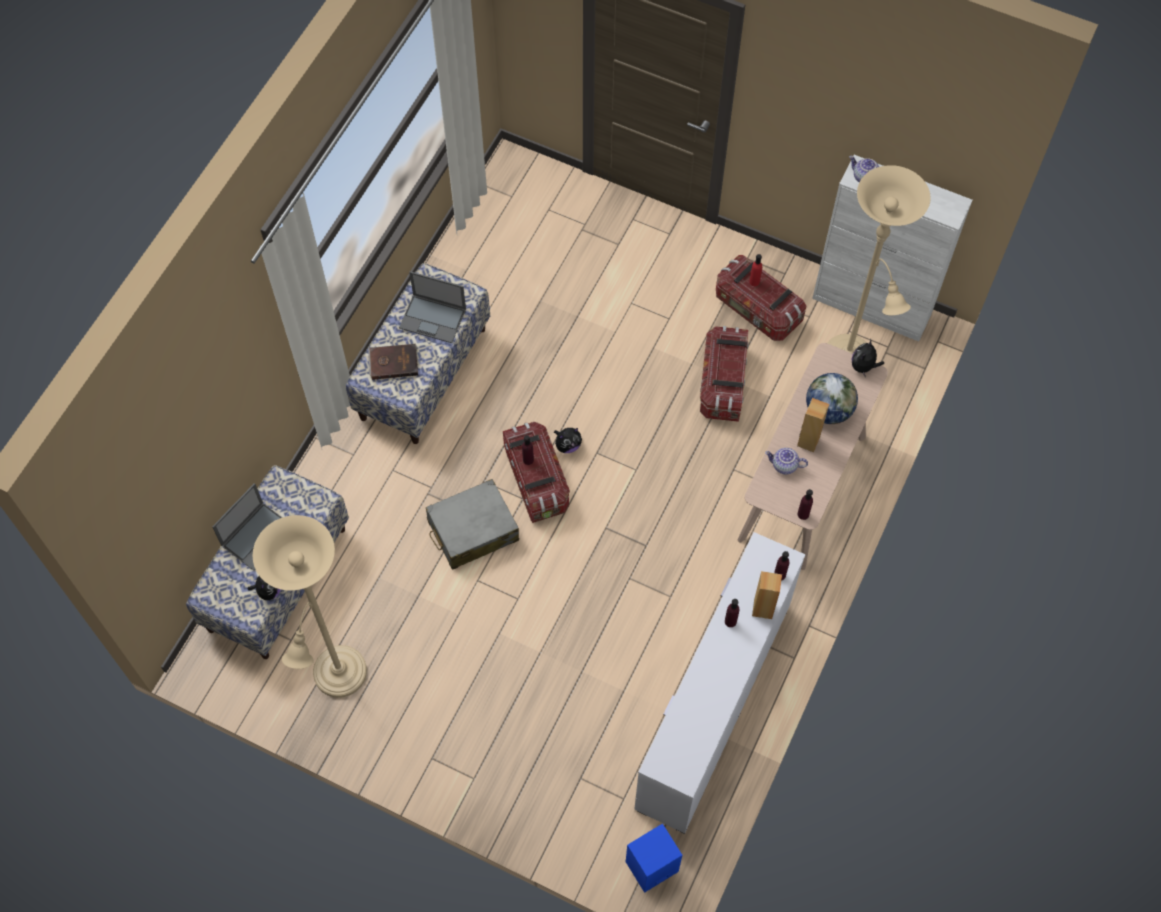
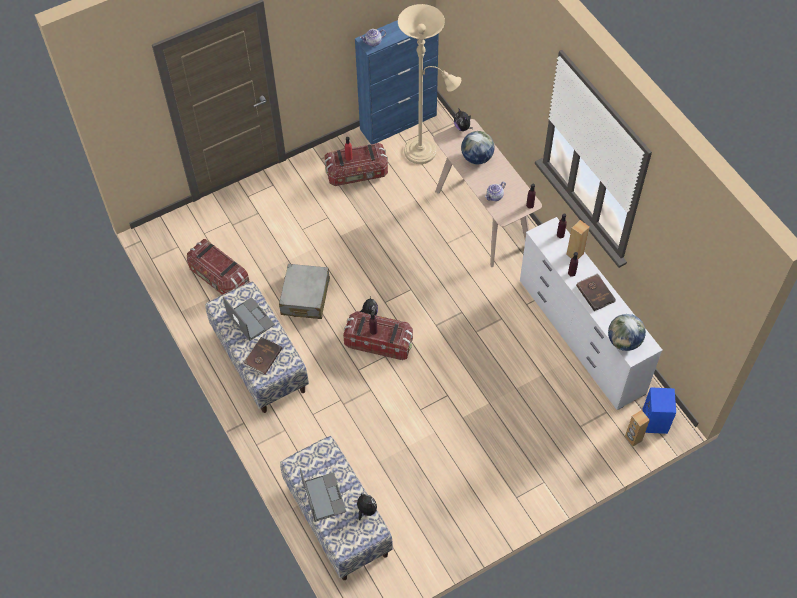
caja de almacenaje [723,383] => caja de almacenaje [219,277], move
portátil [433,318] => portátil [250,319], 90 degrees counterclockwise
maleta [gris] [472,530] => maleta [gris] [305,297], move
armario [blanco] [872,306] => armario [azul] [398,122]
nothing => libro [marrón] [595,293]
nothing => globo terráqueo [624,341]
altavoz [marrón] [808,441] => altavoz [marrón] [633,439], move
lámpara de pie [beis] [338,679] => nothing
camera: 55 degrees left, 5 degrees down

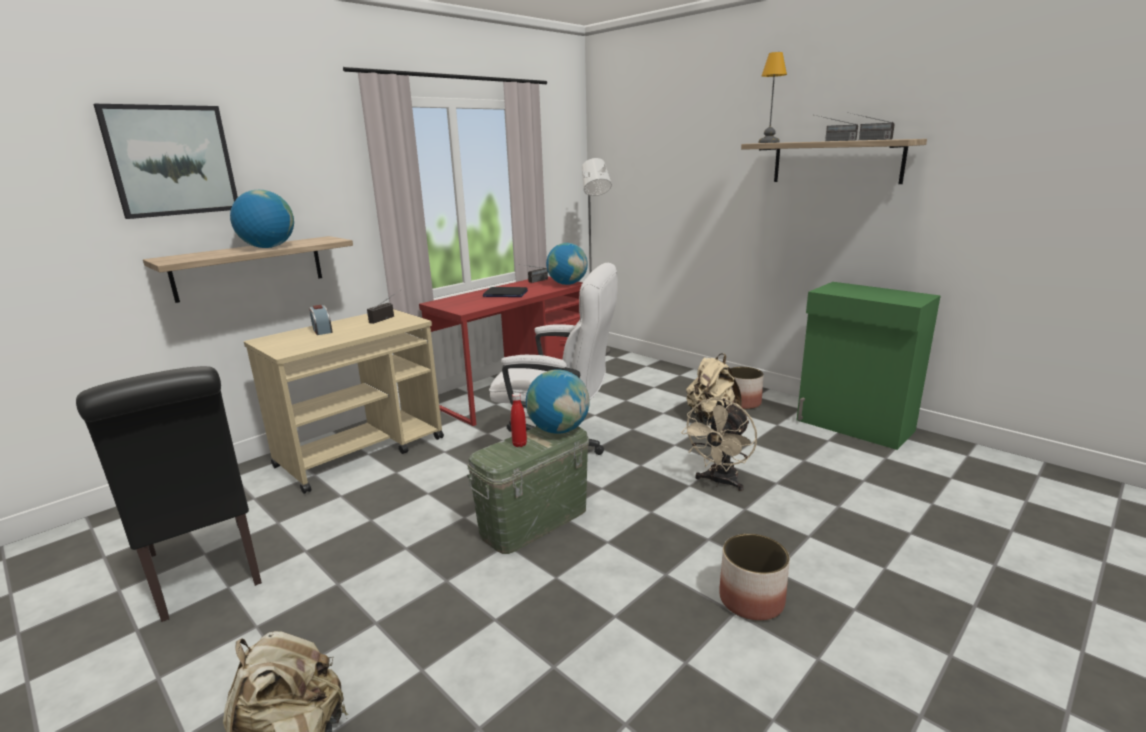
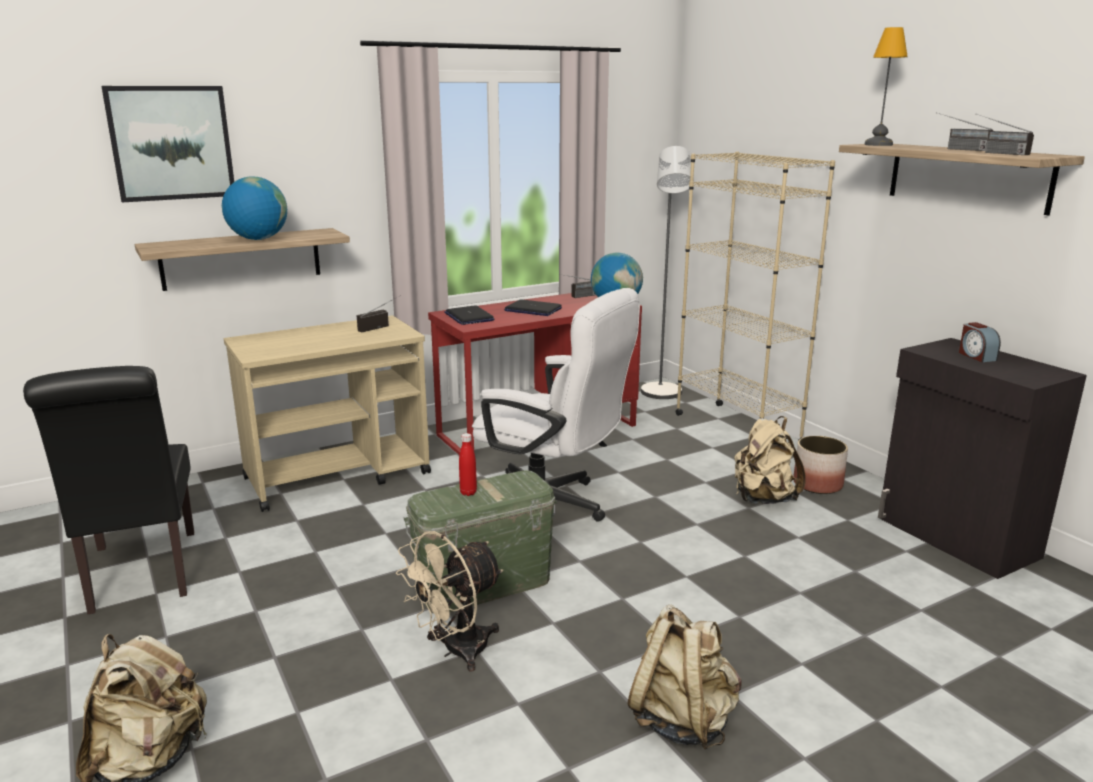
ventilador [beis] [719,482] => ventilador [beis] [456,651], move
nothing => portátil [469,317]
maceta [750,600] => mochila [beis] [682,720]
nothing => estantería [beis] [737,428]
armario [verde] [854,426] => armario [negro] [956,538]
despertador [322,330] => despertador [976,356], move
globo terráqueo [559,430] => nothing
camera: 15 degrees right, 0 degrees up

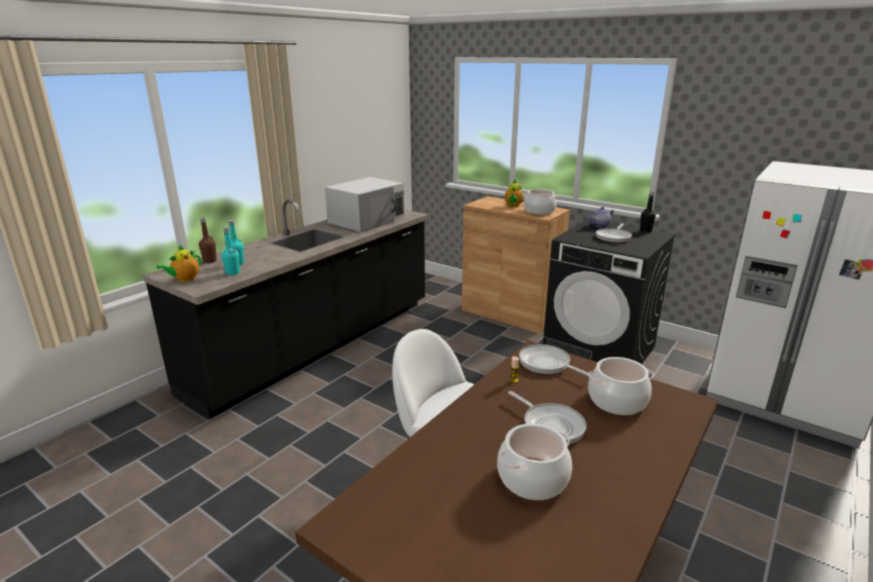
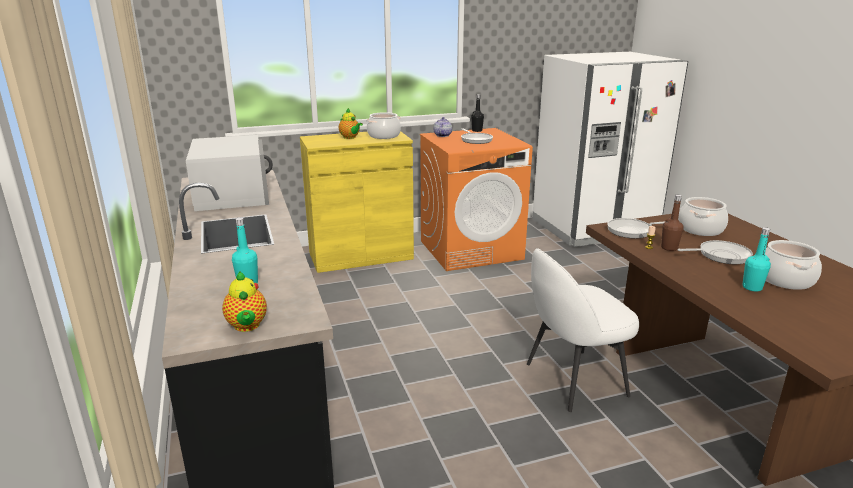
armario [marrón] [509,313] => armario [amarillo] [361,256]
lavadora [negro] [599,350] => lavadora [naranja] [471,250]
botella [marrón] [210,261] => botella [marrón] [669,248], move
botella [turquesa] [233,273] => botella [turquesa] [752,287], move
camera: 55 degrees left, 0 degrees up

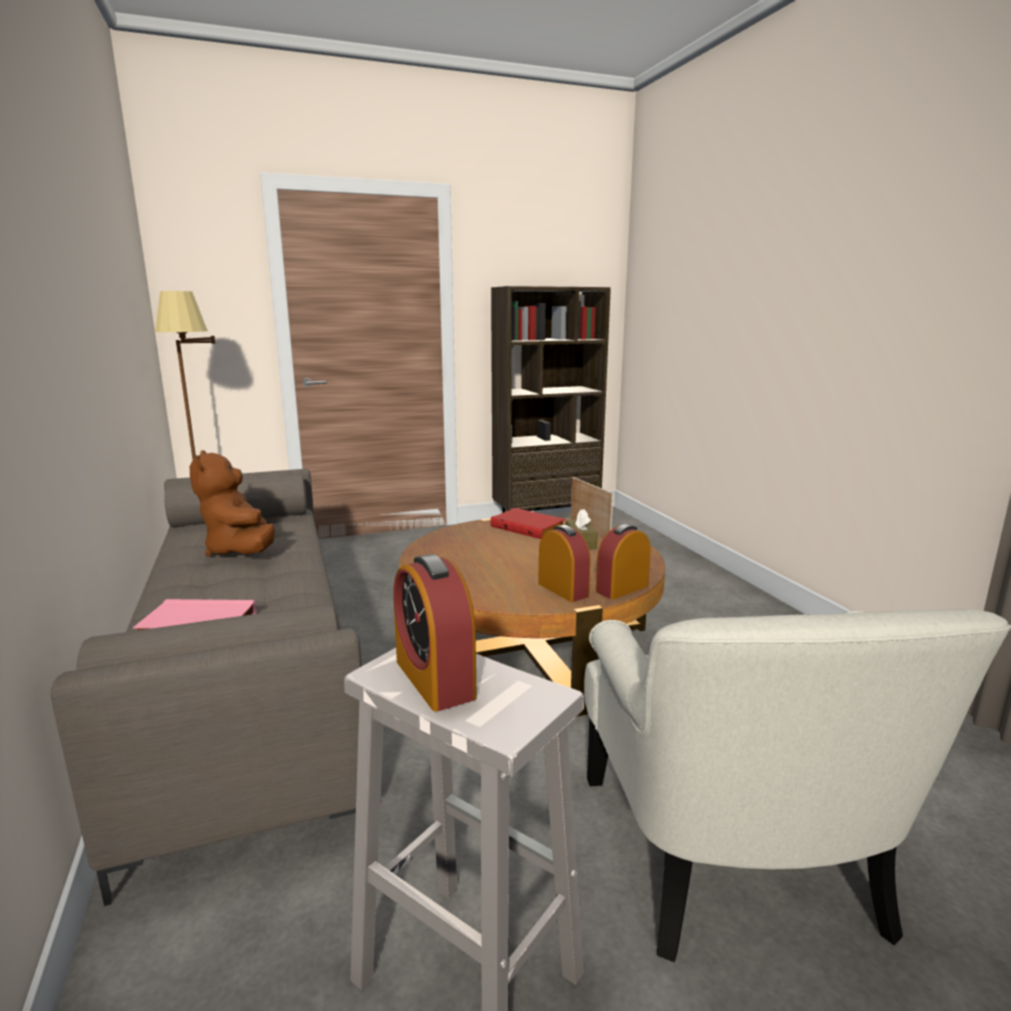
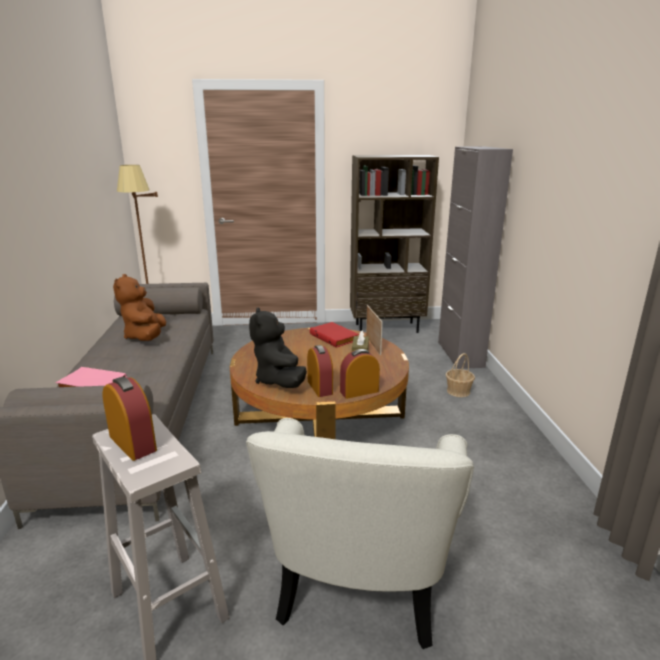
despertador [434,679] => despertador [132,443], 150 degrees clockwise
nothing => peluche [negro] [279,380]
nothing => armario [gris] [460,354]
nothing => cesta [458,391]
camera: 15 degrees right, 5 degrees up

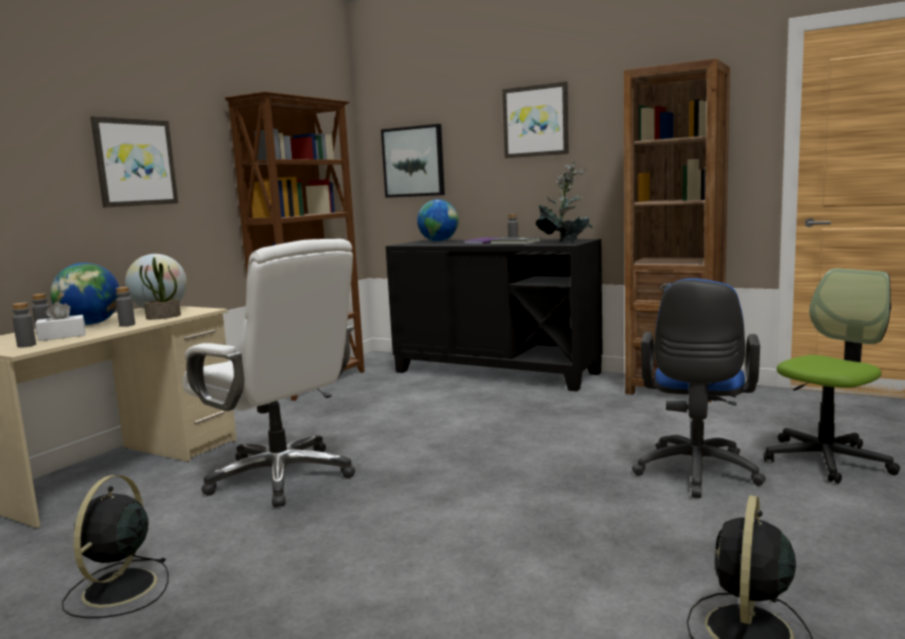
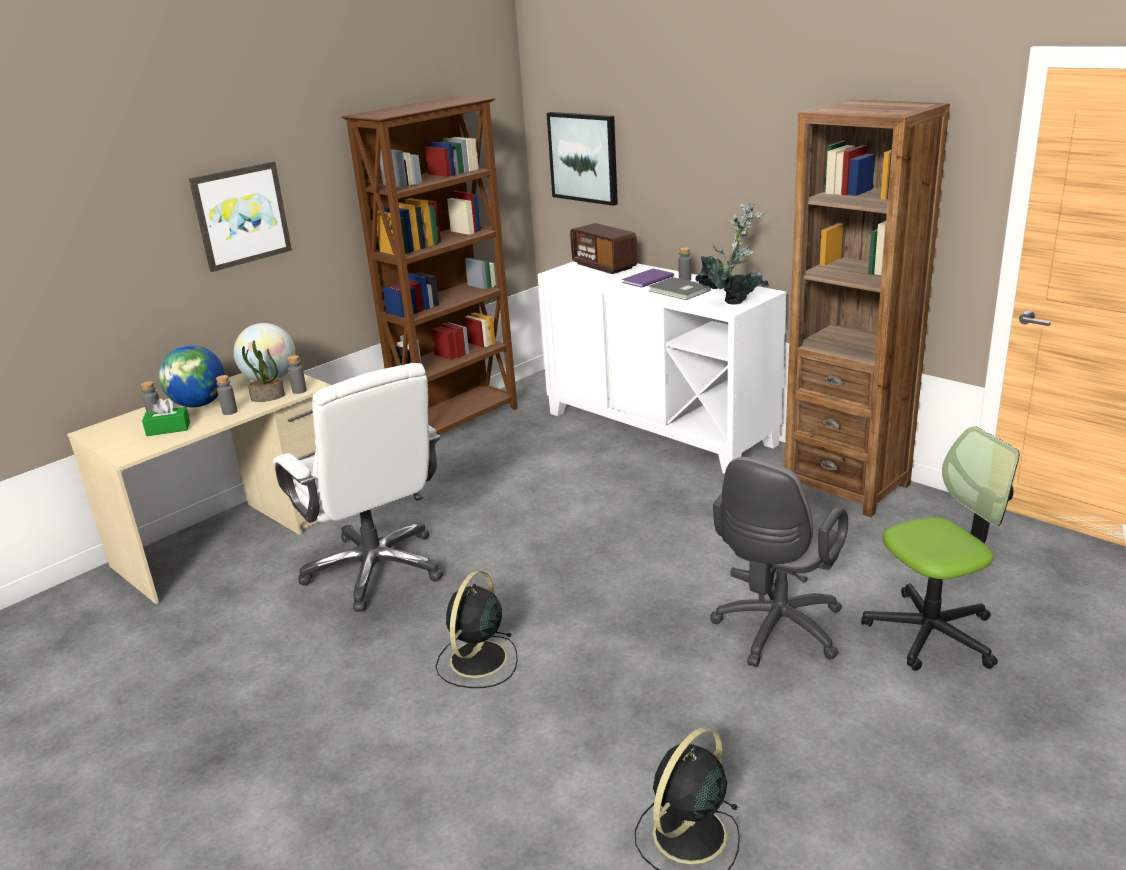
caja de pañuelos [blanco] [62,336] => caja de pañuelos [verde] [168,429]
botella [gris] [26,345] => botella [gris] [299,391], move
ventilador [negro] [118,590] => ventilador [negro] [477,661], move
armario [negro] [496,372] => armario [blanco] [659,428]
globo terráqueo [439,241] => radio [604,266]
silla de oficina [azul] [696,474] => silla de oficina [gris] [775,632]
cuadro [536,121] => nothing
camera: 15 degrees right, 15 degrees up

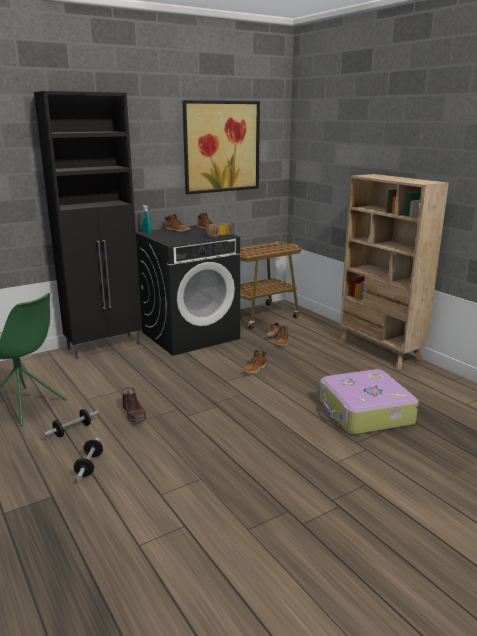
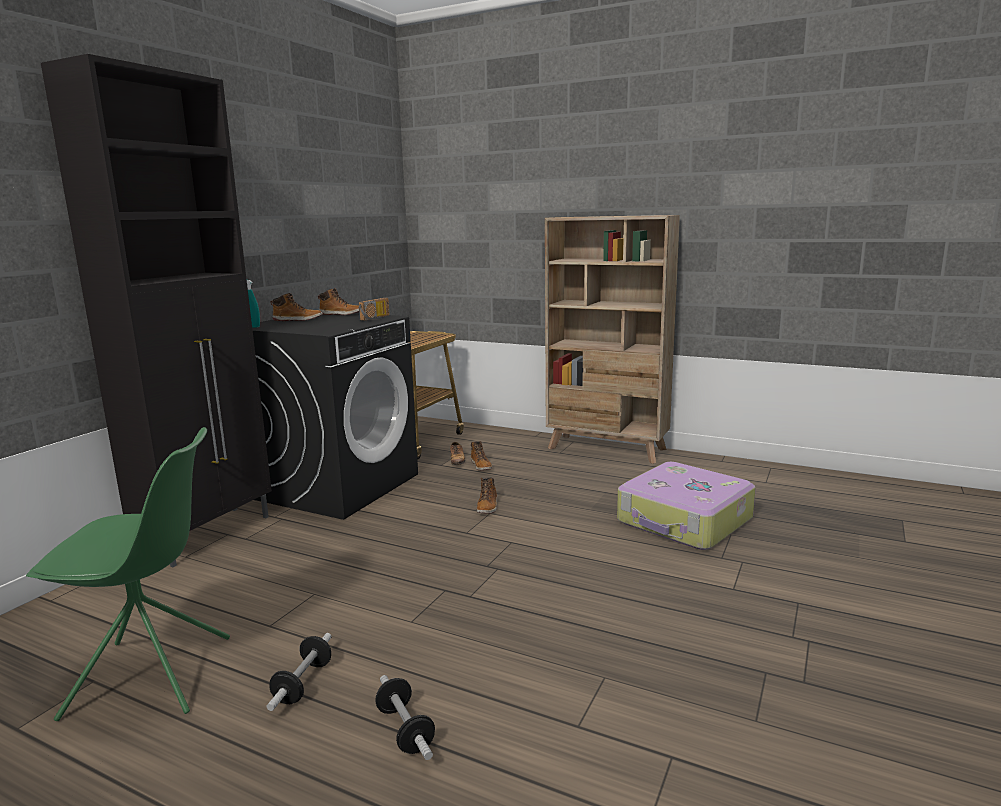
bota [marrón] [134,413] => nothing
cuadro [221,147] => nothing
camera: 30 degrees left, 5 degrees down

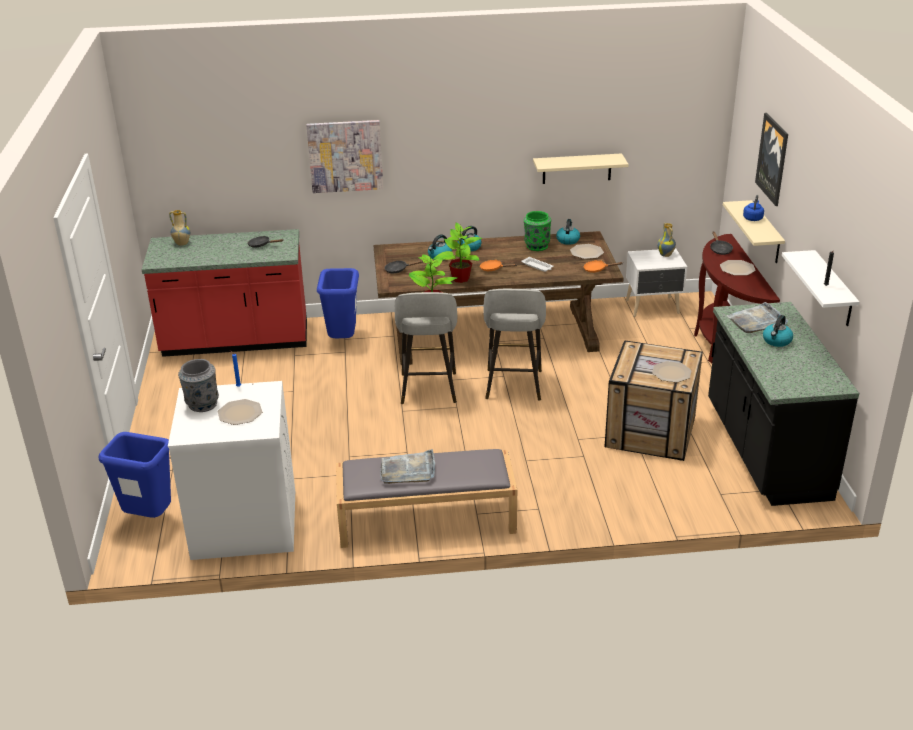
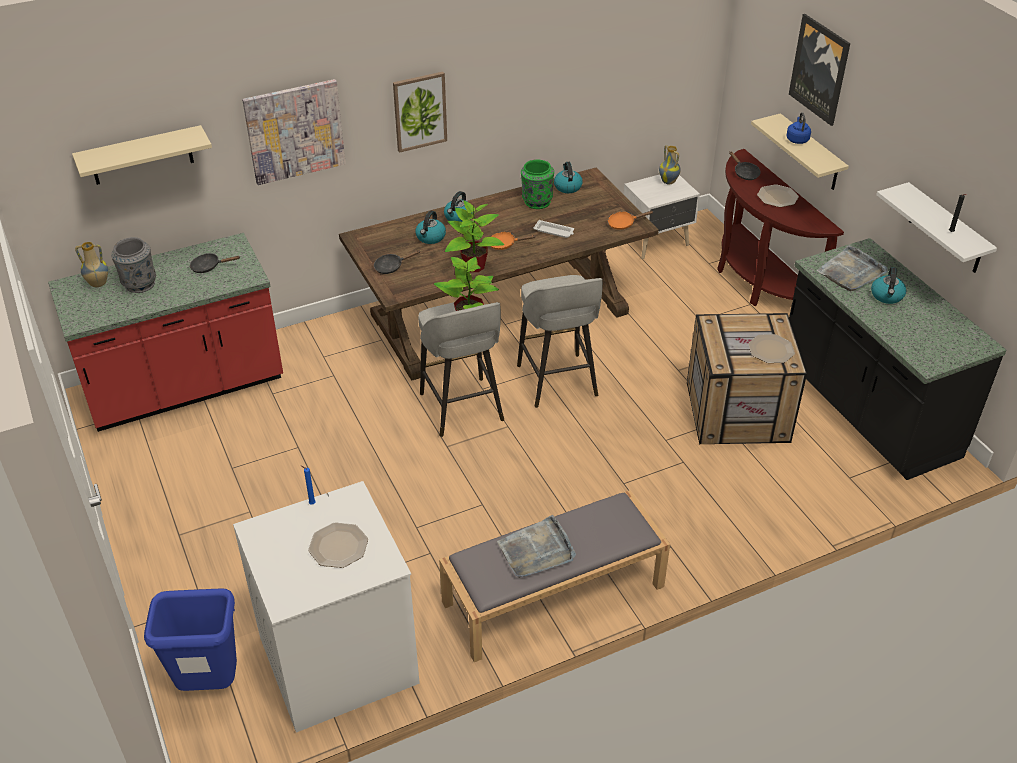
estante [beis] [577,168] => estante [beis] [141,156], move
florero [gris] [202,404] => florero [gris] [139,284], move
nothing => cuadro [419,111]
papelera [azul] [342,340] => nothing
plato [586,252] => nothing
camera: 20 degrees left, 10 degrees up

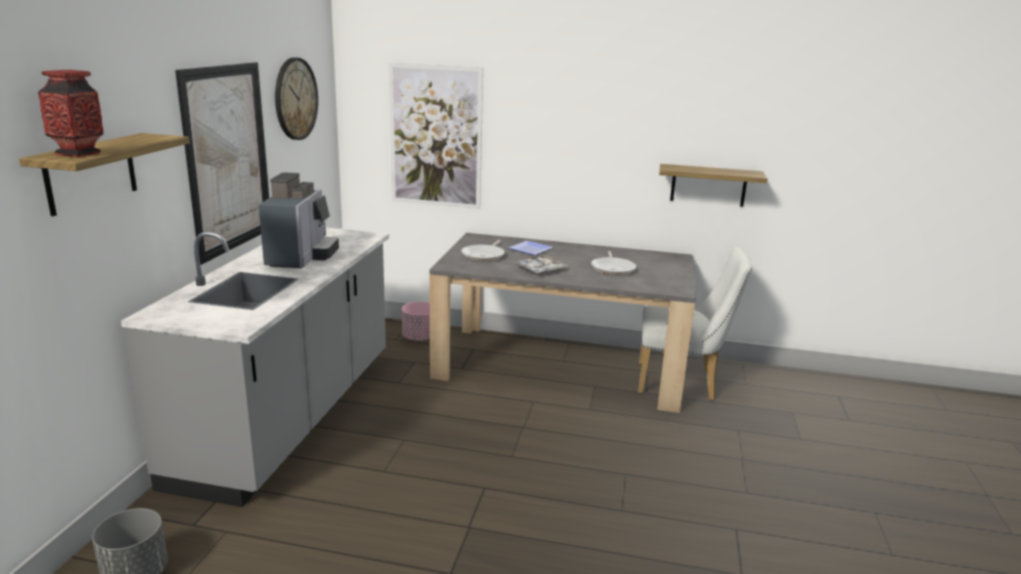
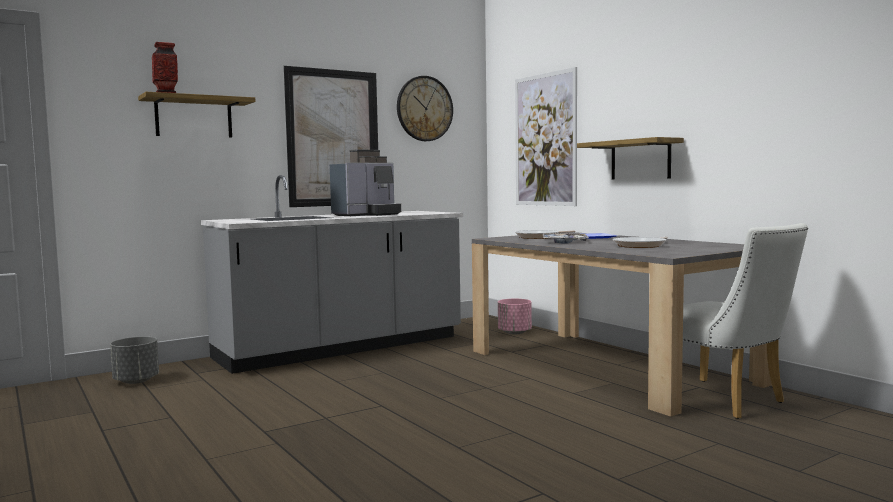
estante [708,185] => estante [640,160], move
camera: 45 degrees right, 15 degrees down

